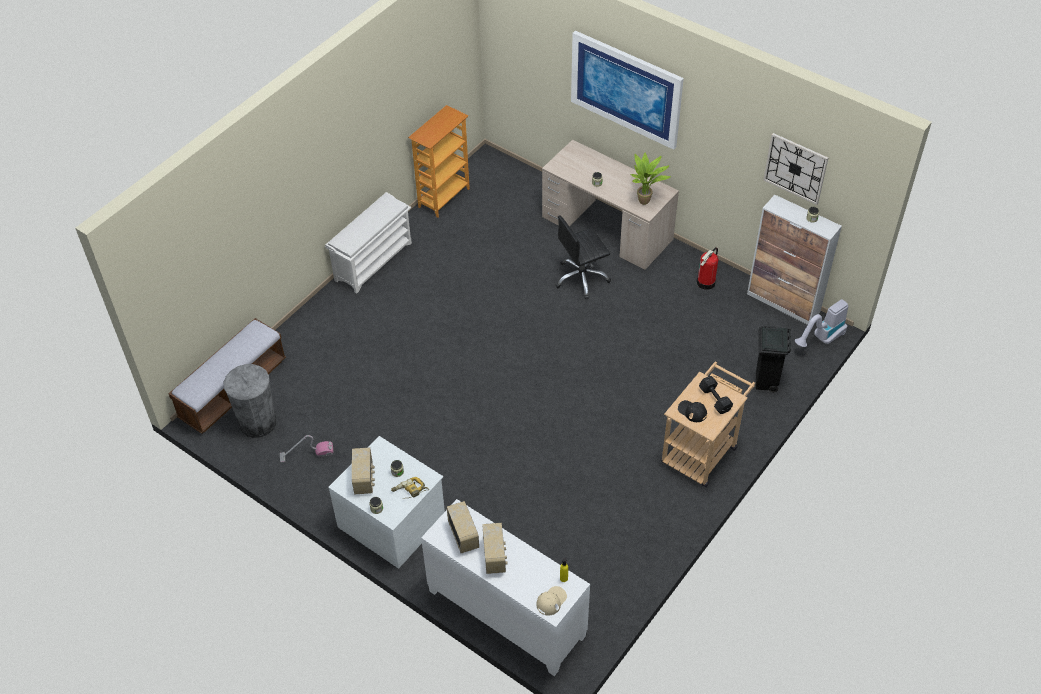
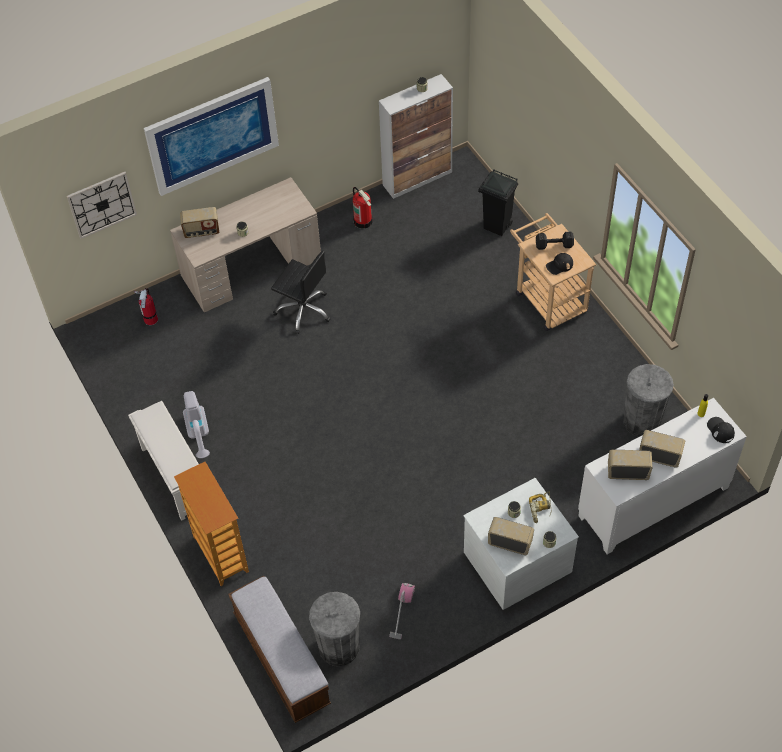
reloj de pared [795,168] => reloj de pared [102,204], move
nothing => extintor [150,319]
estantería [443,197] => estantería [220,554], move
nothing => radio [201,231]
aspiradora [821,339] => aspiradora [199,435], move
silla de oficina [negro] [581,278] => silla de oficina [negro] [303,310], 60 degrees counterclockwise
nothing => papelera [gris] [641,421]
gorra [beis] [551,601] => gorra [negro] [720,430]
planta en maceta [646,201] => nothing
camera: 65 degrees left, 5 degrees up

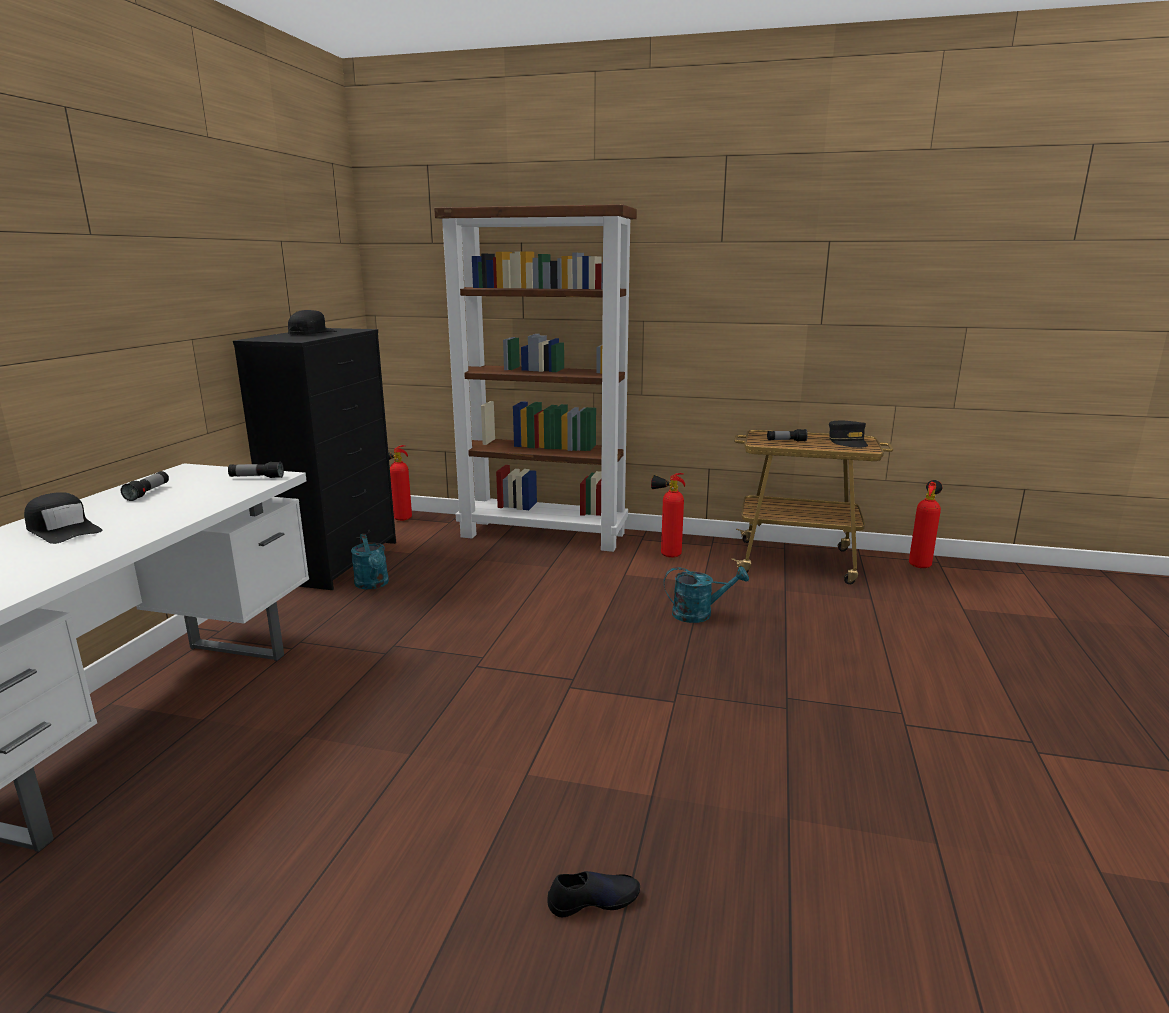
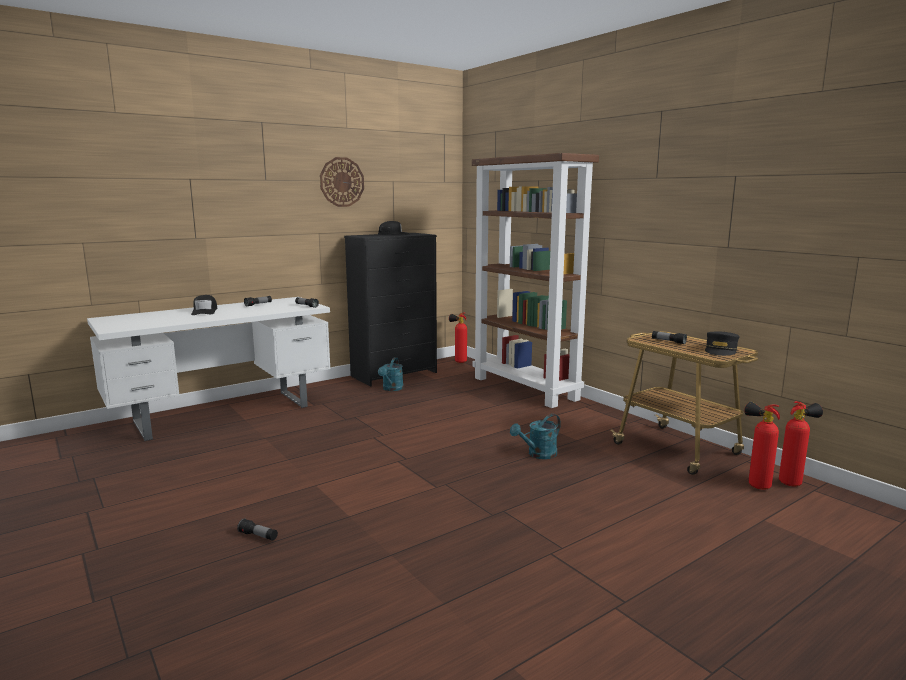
zapato [negro] [593,900] => linterna [258,536]
nothing => reloj de pared [342,182]
regadera [turquesa] [699,614] => regadera [turquesa] [538,455], 105 degrees clockwise
extintor [666,555] => extintor [754,485], move
camera: 40 degrees right, 5 degrees down

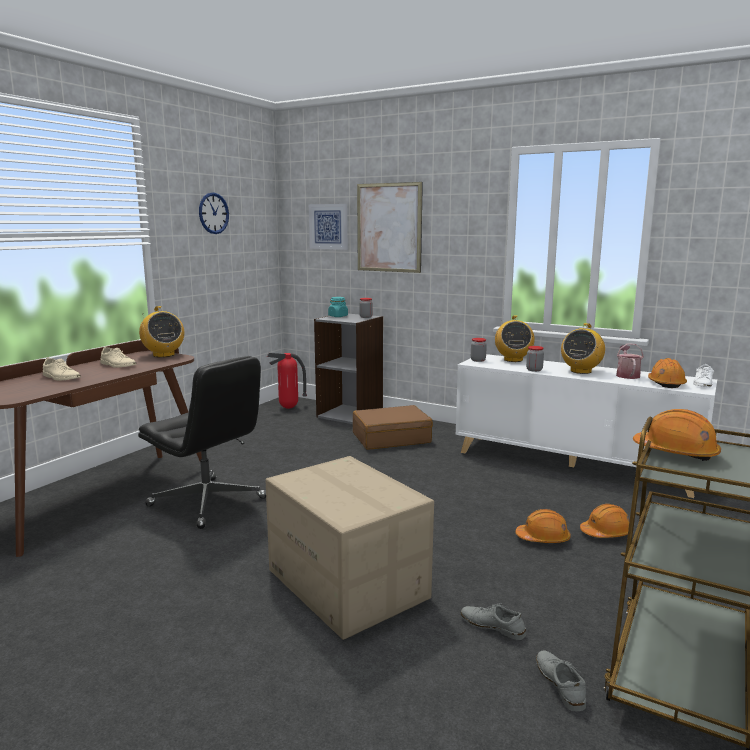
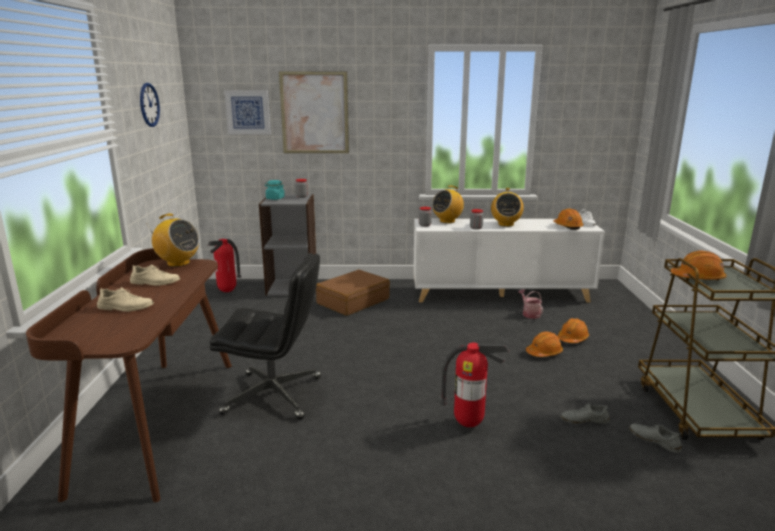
radio [513,360] => radio [447,221], 75 degrees clockwise
caja de cartón [348,584] => extintor [469,424]
regadera [627,375] => regadera [529,314], move
camera: 30 degrees left, 5 degrees up

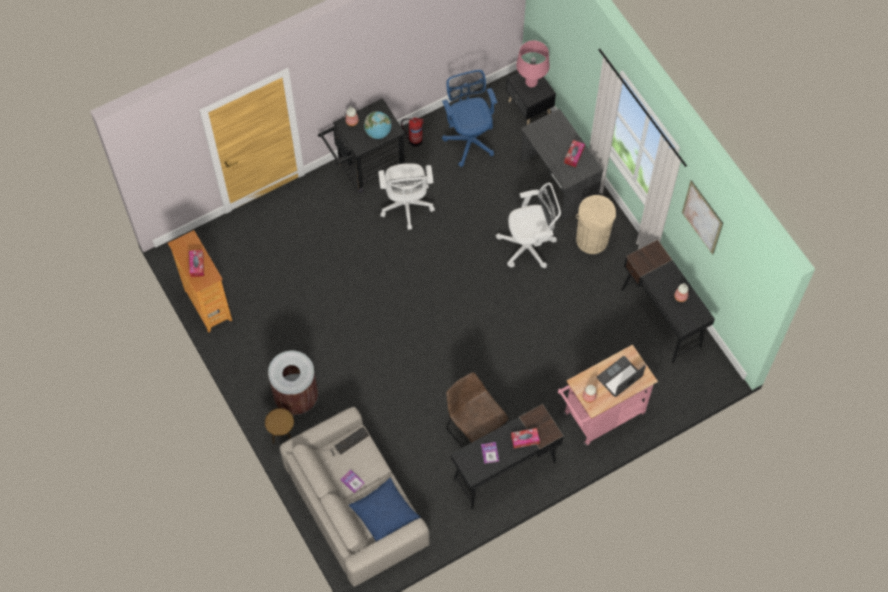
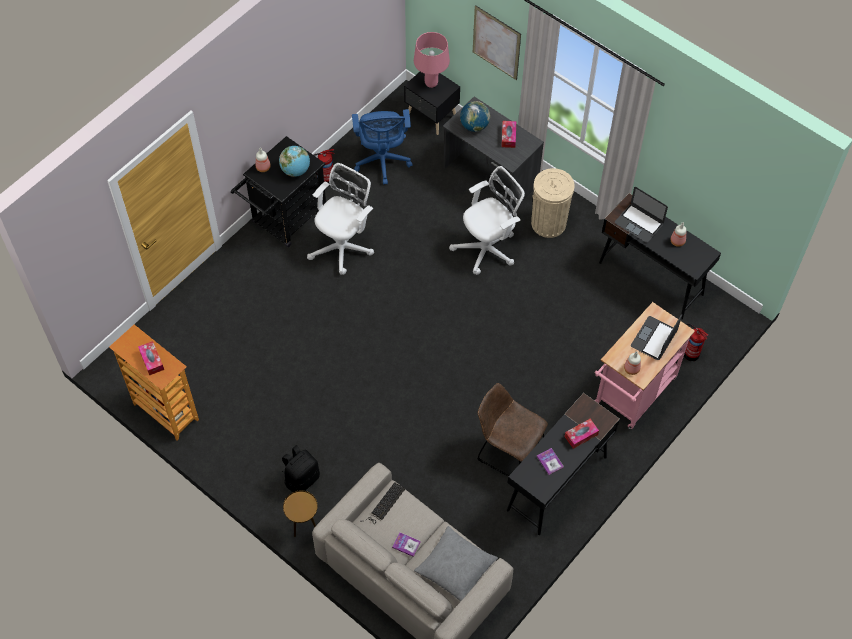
papelera [marrón] [296,397] => mochila [negro] [301,478]
silla de oficina [blanco] [406,206] => silla de oficina [blanco] [343,246], 120 degrees counterclockwise
silla de oficina [azul] [469,139] => silla de oficina [azul] [382,162], 150 degrees counterclockwise
cojín [azul] [384,513] => cojín [gris] [455,568]
nothing => globo terráqueo [474,126]
cuadro [702,217] => cuadro [496,42], move
nothing => portátil [639,223]
nothing => extintor [690,353]
camera: 20 degrees left, 5 degrees down

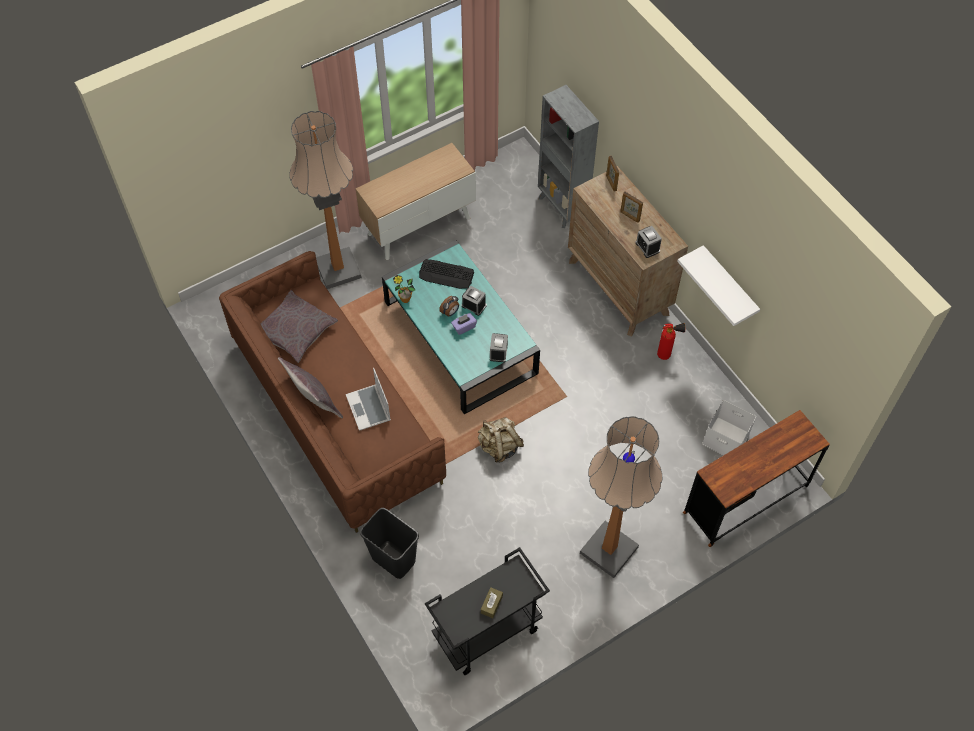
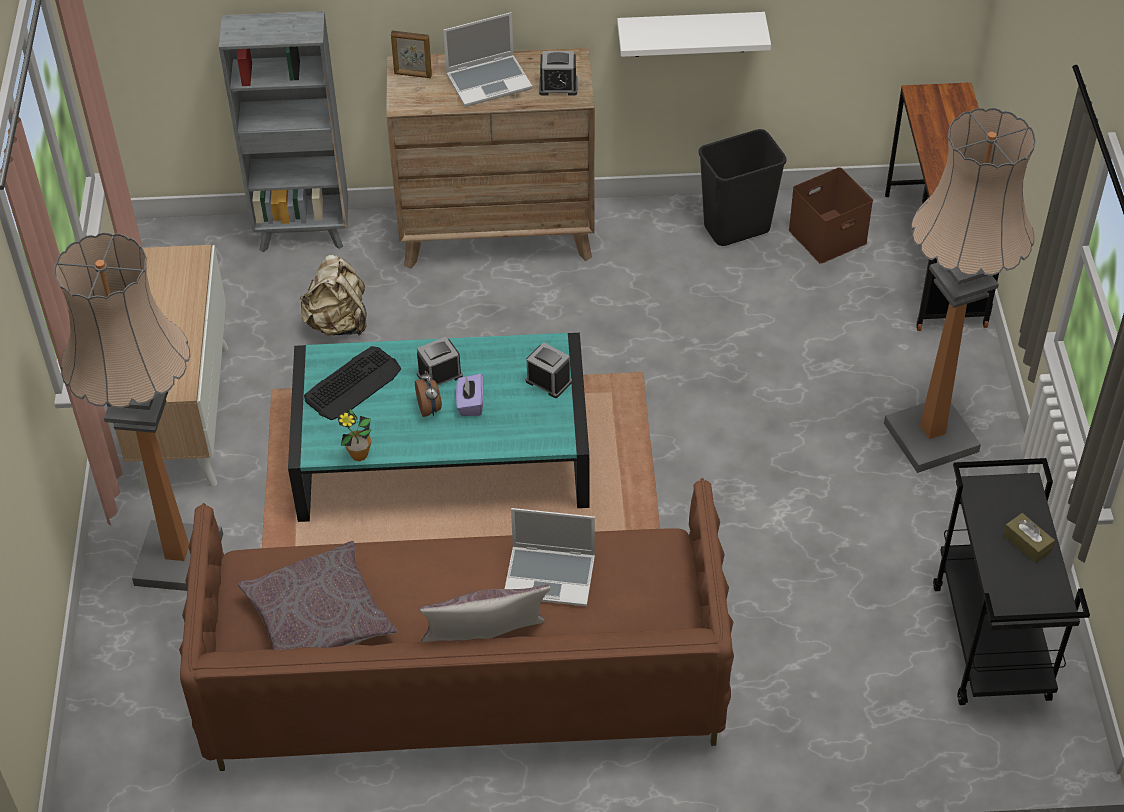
mochila [beis] [499,446] => mochila [beis] [338,323], move
portarretratos [629,216] => portátil [489,81]
papelera [negro] [392,560] => papelera [negro] [736,229], move
caja de almacenaje [blanco] [724,439] => caja de almacenaje [marrón] [827,237]
extintor [667,355] => nothing
camera: 60 degrees left, 10 degrees down

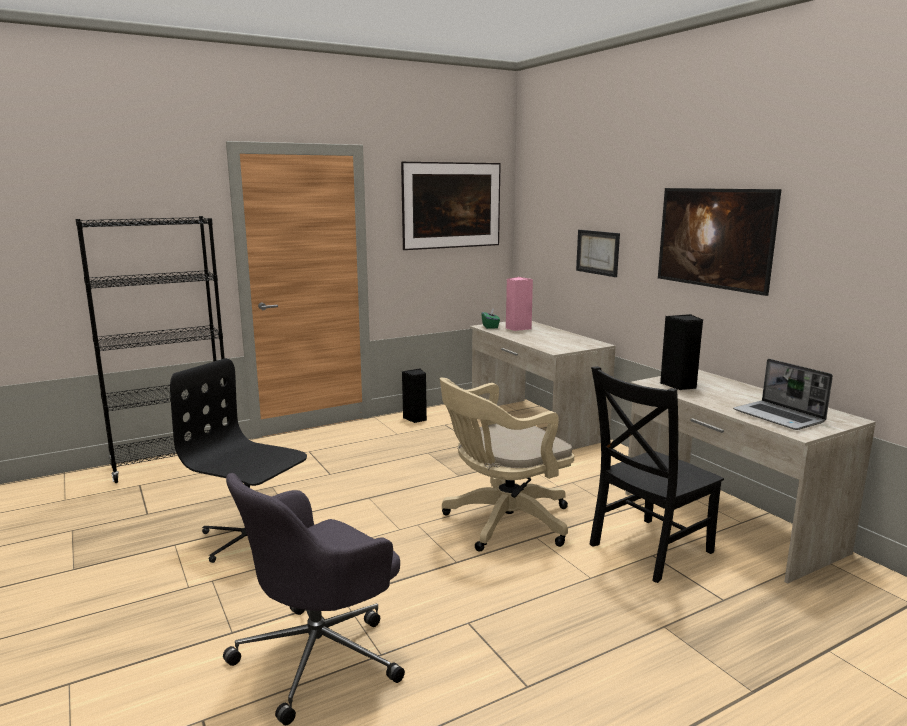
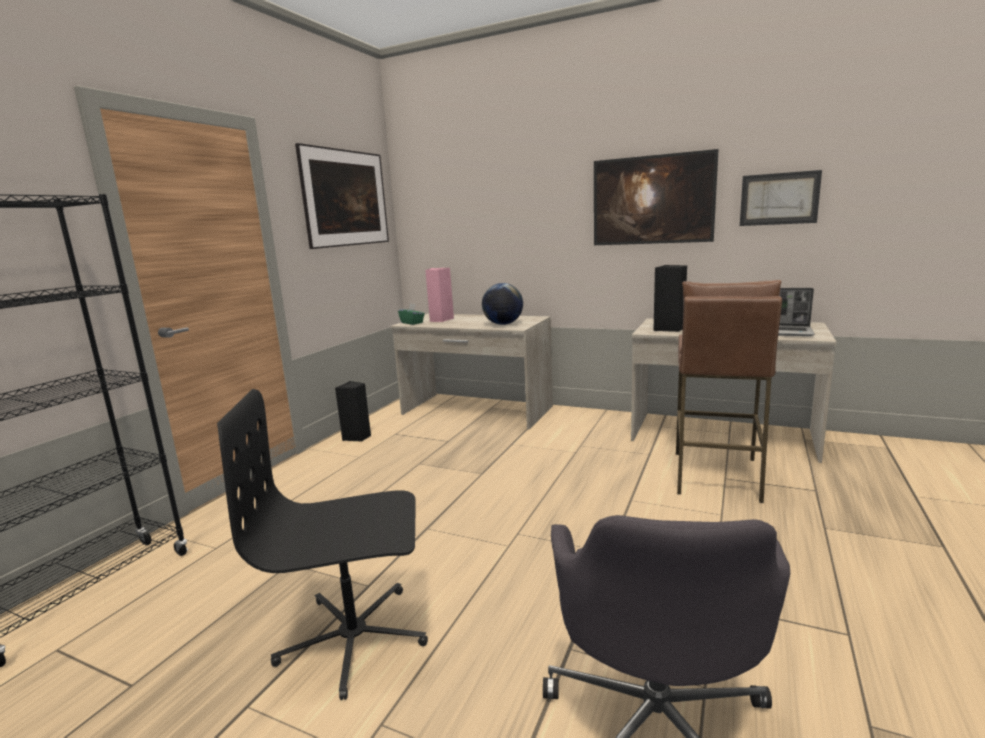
nothing => globo terráqueo [503,324]
silla [negro] [647,550] => taburete [marrón] [715,475]
cuadro [597,252] => cuadro [779,199], move
silla de oficina [beis] [502,523] => nothing
camera: 35 degrees left, 0 degrees up

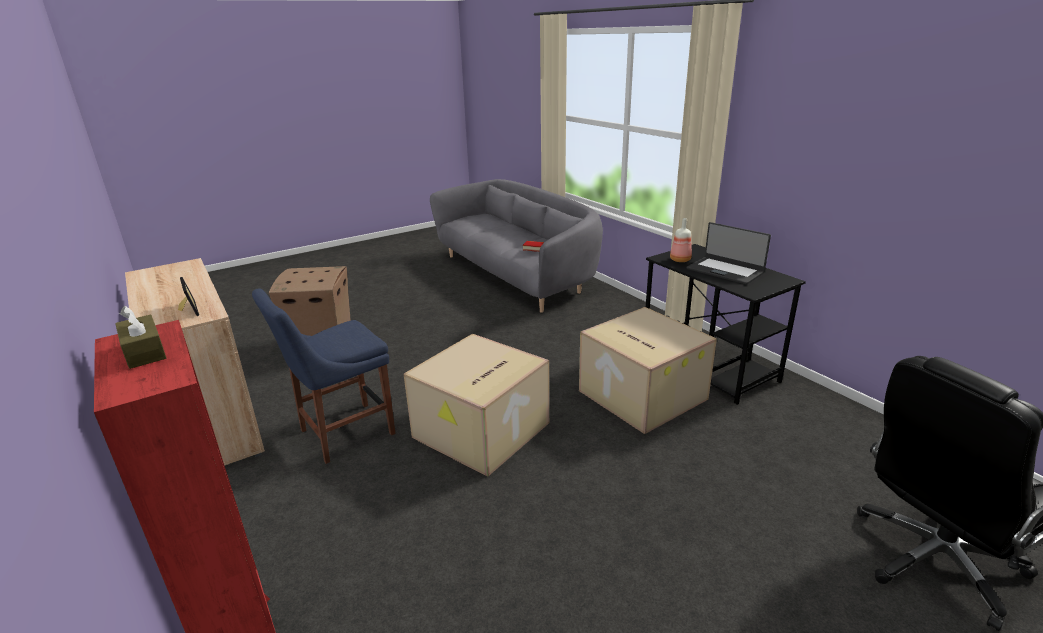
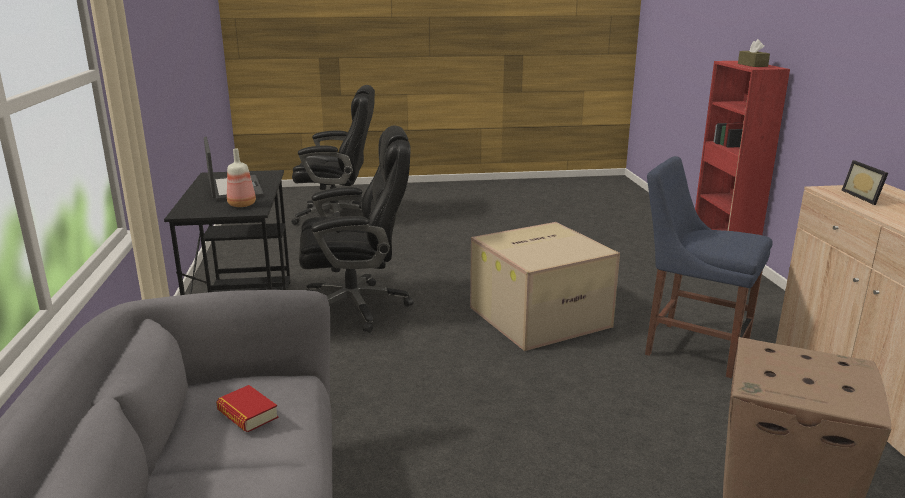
caja de cartón [640,395] => silla de oficina [negro] [356,307]
silla [azul] [342,433] => silla [azul] [691,347], 135 degrees counterclockwise
camera: 155 degrees left, 5 degrees down

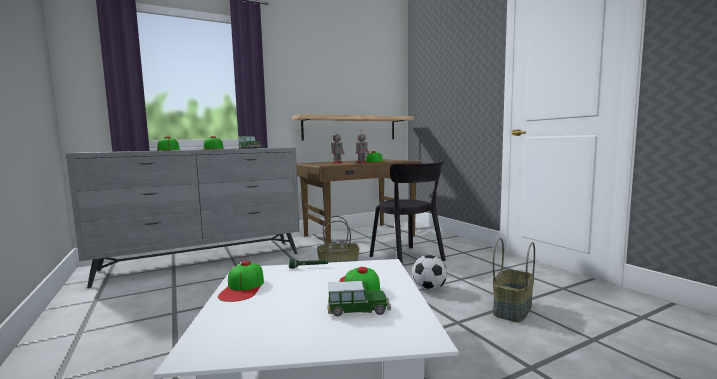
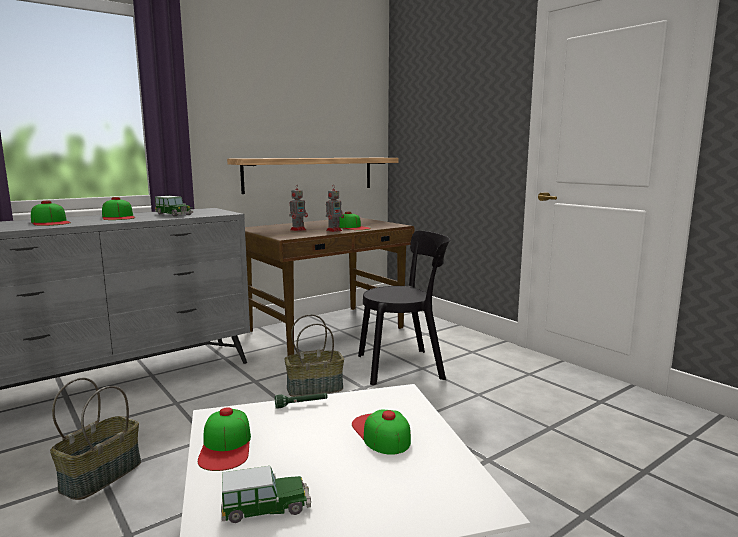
cesta [511,309] => cesta [101,475], move
coche de juguete [358,310] => coche de juguete [266,508], move
silla [negro] [408,259] => silla [negro] [404,366], 60 degrees counterclockwise
balón de fútbol [429,288] => nothing
camera: 10 degrees left, 5 degrees up

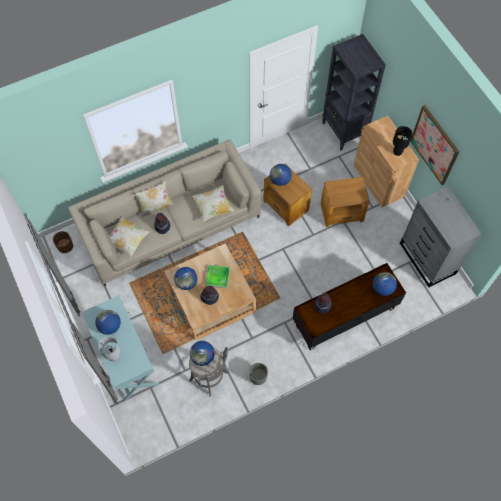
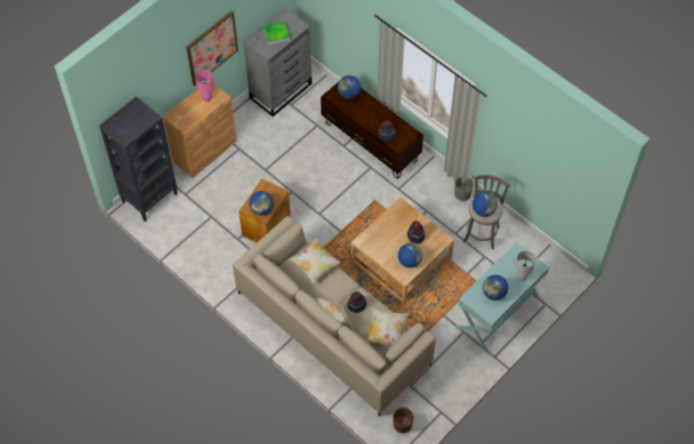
lámpara de mesa [negro] [397,152] => lámpara de mesa [rosa] [207,98]
bandeja [218,277] => bandeja [276,34], move
mesa auxiliar [marrón] [342,212] => nothing
camera: 110 degrees left, 5 degrees down

